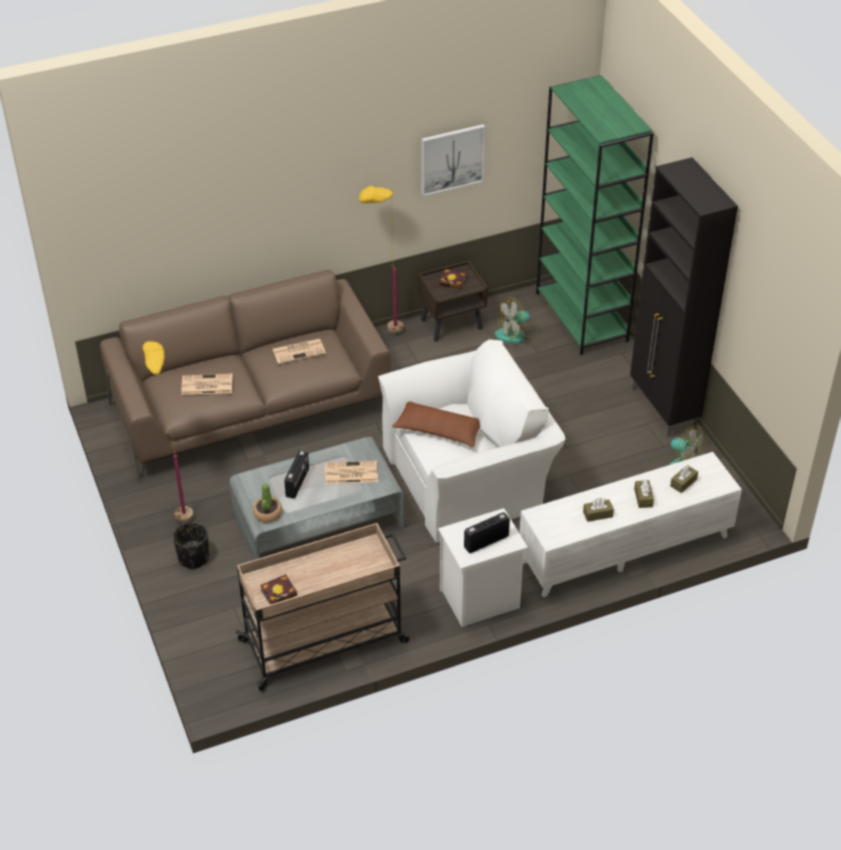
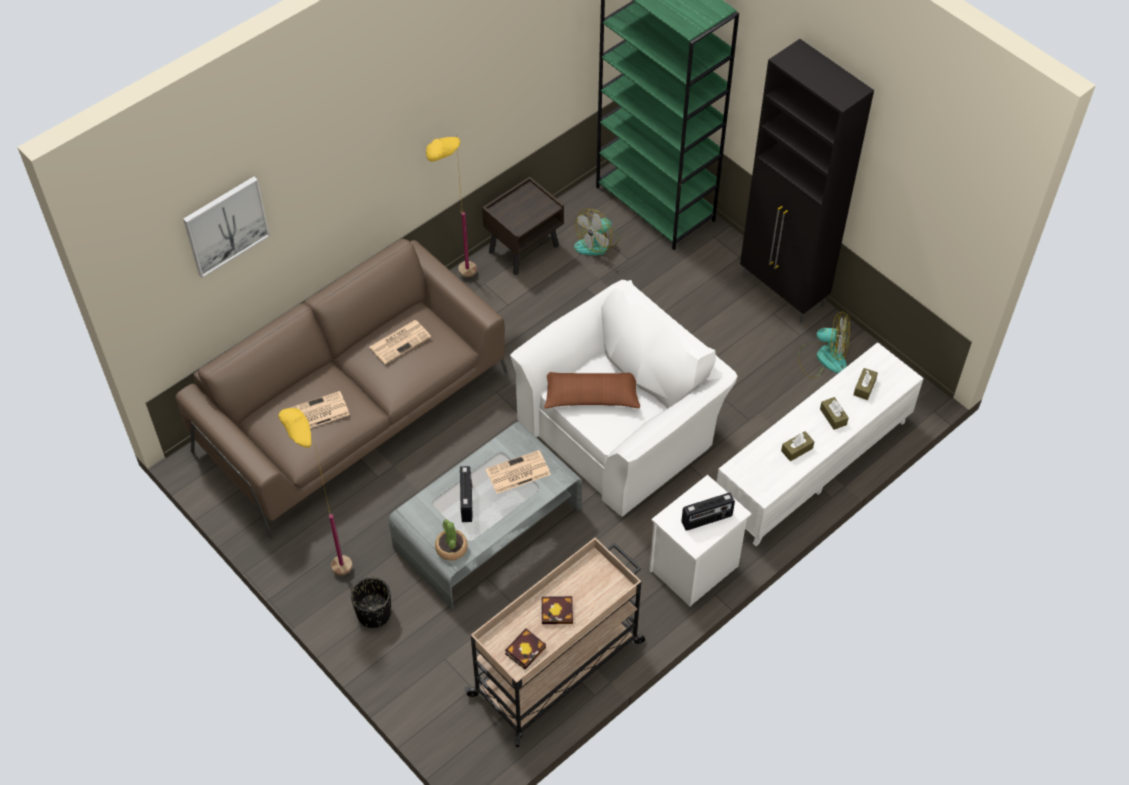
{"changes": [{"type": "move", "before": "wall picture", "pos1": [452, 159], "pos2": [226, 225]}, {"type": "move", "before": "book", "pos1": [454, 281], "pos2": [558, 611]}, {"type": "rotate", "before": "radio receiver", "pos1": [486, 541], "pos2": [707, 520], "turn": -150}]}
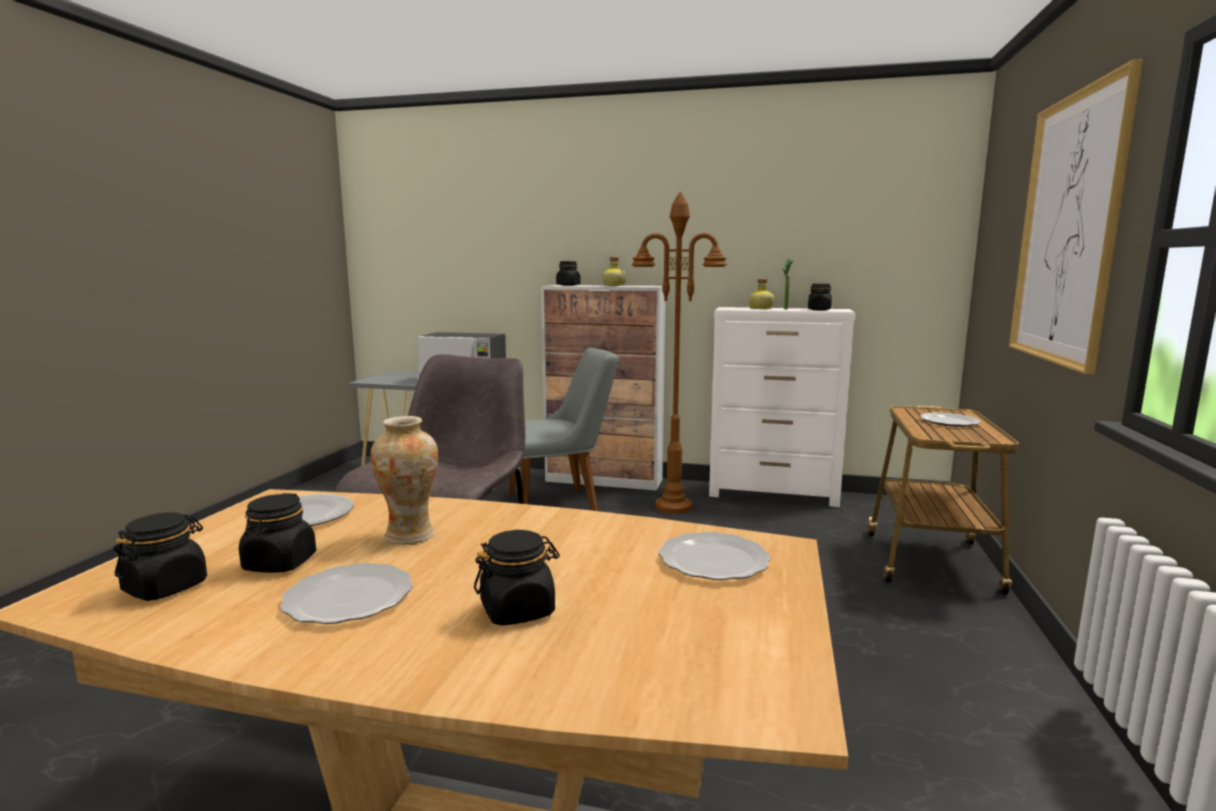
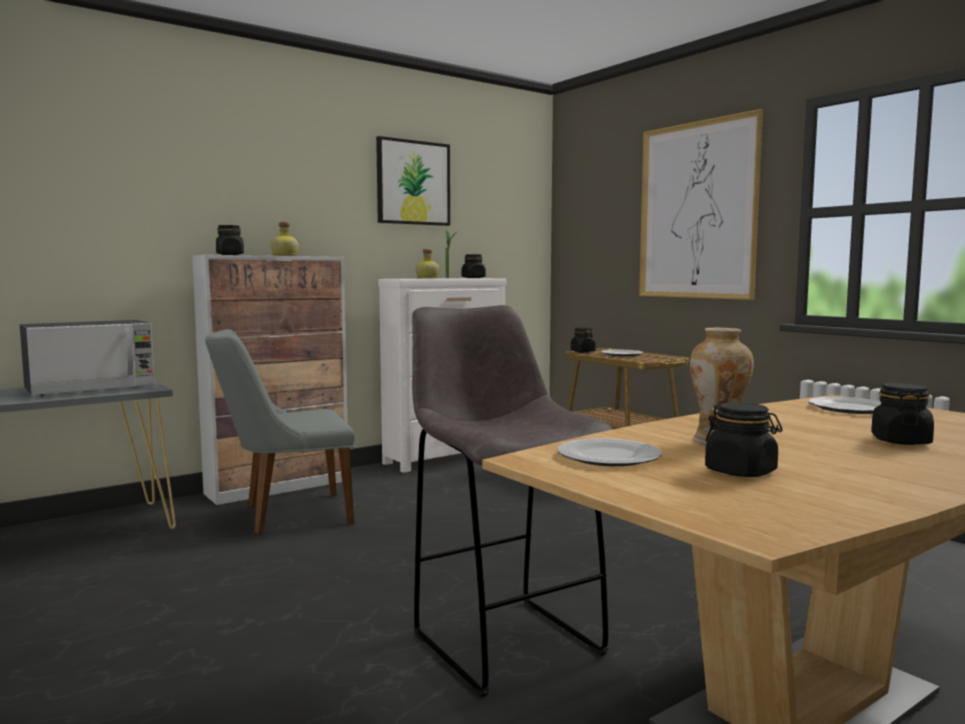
{"changes": [{"type": "delete", "before": "brown floor lamp", "pos1": [674, 507]}, {"type": "rotate", "before": "grey chair", "pos1": [562, 502], "pos2": [286, 514], "turn": -135}, {"type": "move", "before": "blackish preserve jar", "pos1": [166, 587], "pos2": [582, 351]}, {"type": "delete", "before": "plate", "pos1": [347, 598]}, {"type": "insert", "after": "wall picture", "pos2": [413, 183]}]}
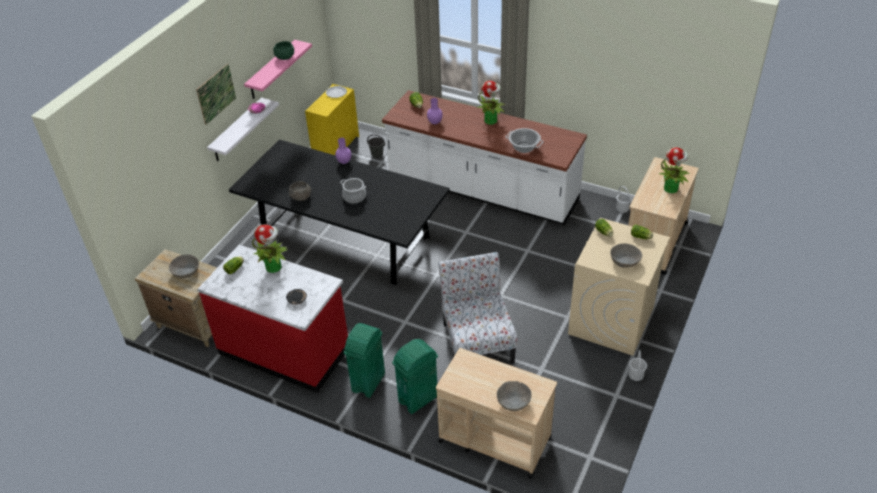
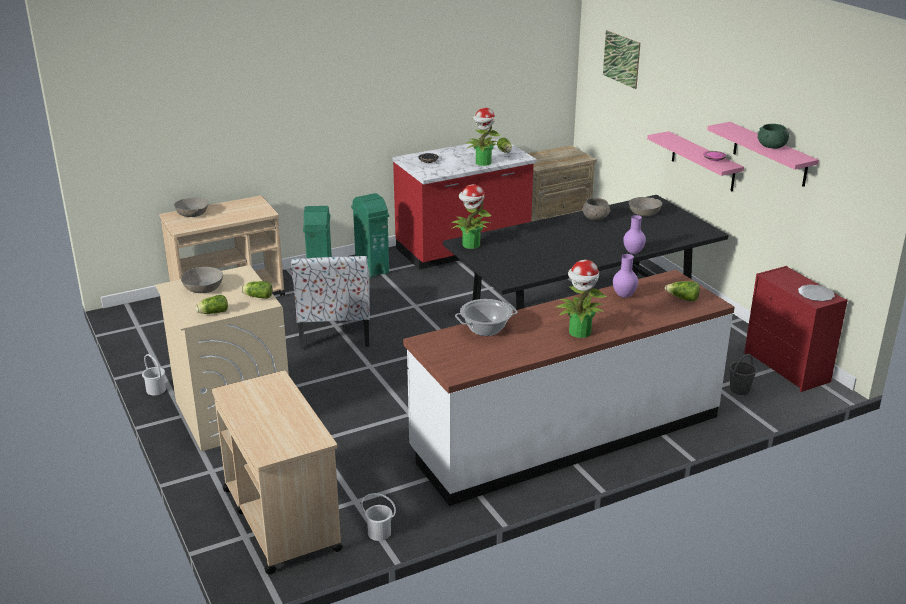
{"changes": [{"type": "move", "before": "wall picture", "pos1": [216, 94], "pos2": [621, 59]}, {"type": "recolor", "before": "yellow dresser", "after": "reddish dresser", "pos1": [336, 147], "pos2": [787, 368]}, {"type": "recolor", "before": "white bracket shelf", "after": "pink-coloured bracket shelf", "pos1": [237, 130], "pos2": [703, 161]}, {"type": "move", "before": "plant in a pot", "pos1": [671, 188], "pos2": [471, 245]}, {"type": "delete", "before": "stockpot", "pos1": [354, 197]}, {"type": "rotate", "before": "chair", "pos1": [477, 341], "pos2": [334, 329], "turn": 60}, {"type": "move", "before": "grey bowl", "pos1": [186, 272], "pos2": [644, 213]}]}
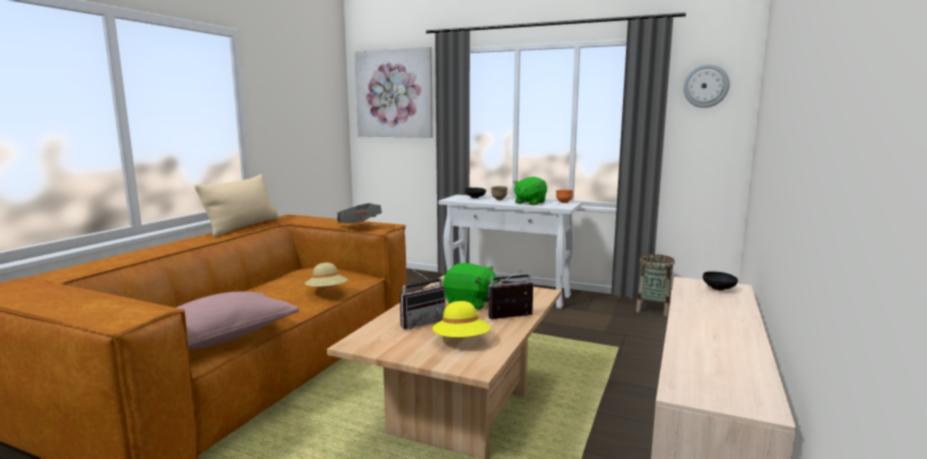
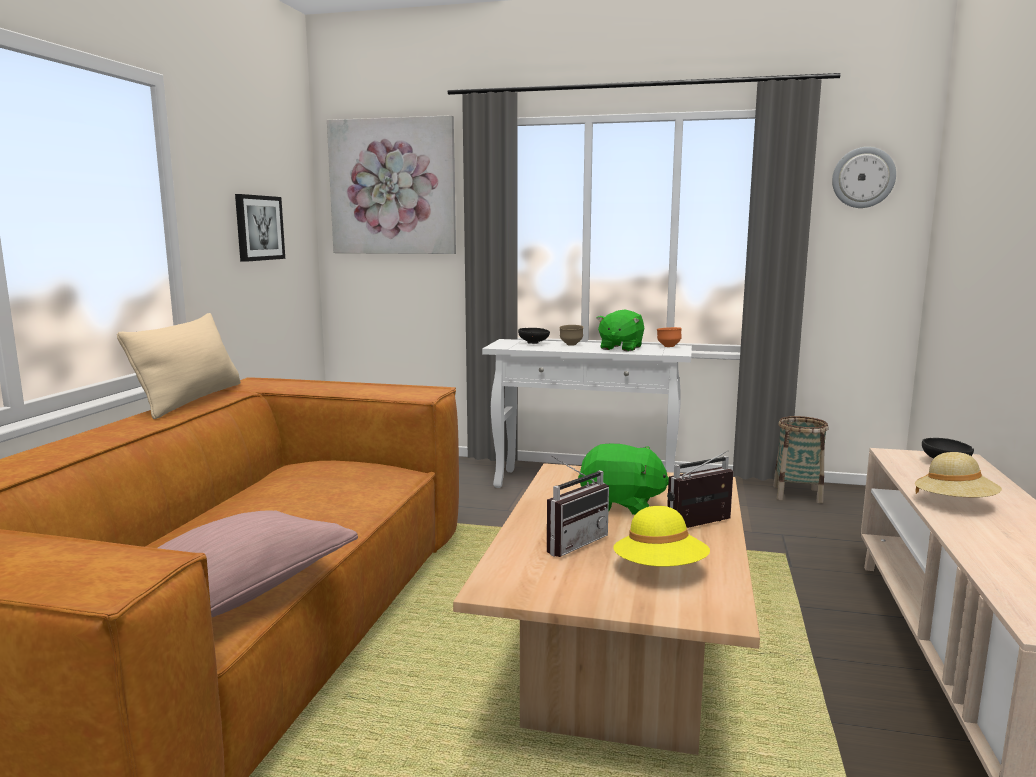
{"changes": [{"type": "delete", "before": "printed paper", "pos1": [359, 227]}, {"type": "move", "before": "beige clothing hat", "pos1": [327, 291], "pos2": [955, 504]}, {"type": "insert", "after": "wall picture", "pos2": [258, 228]}]}
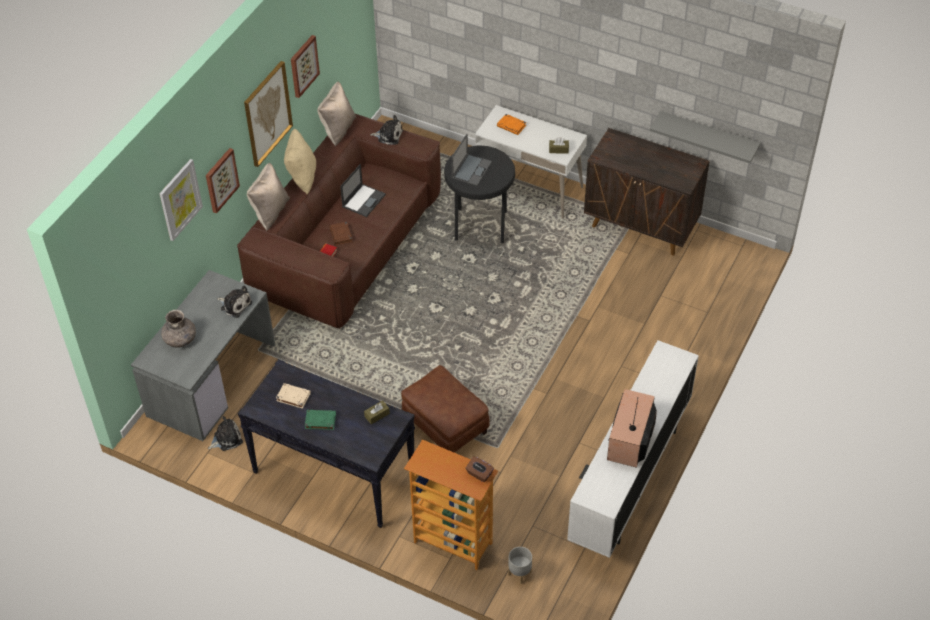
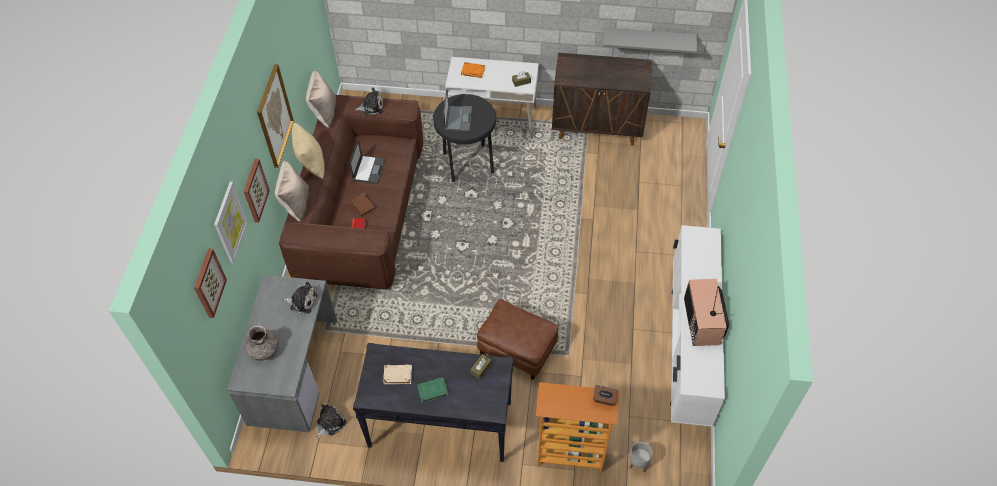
{"changes": [{"type": "move", "before": "wall picture", "pos1": [303, 66], "pos2": [208, 283]}]}
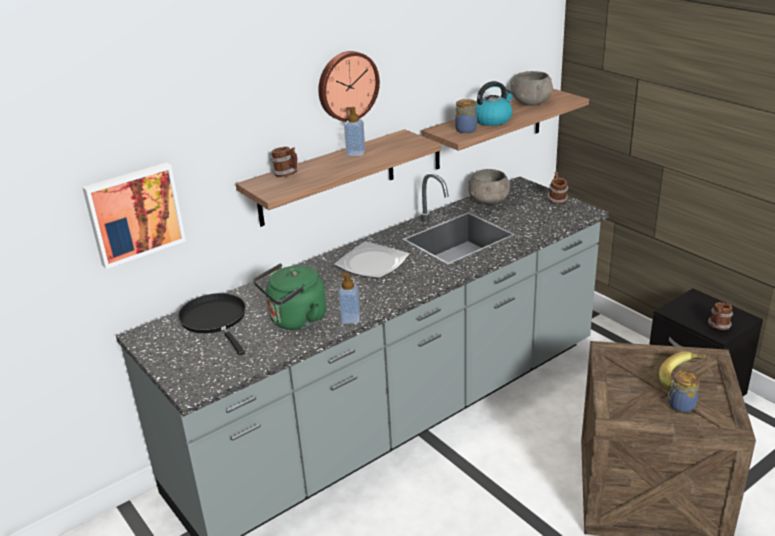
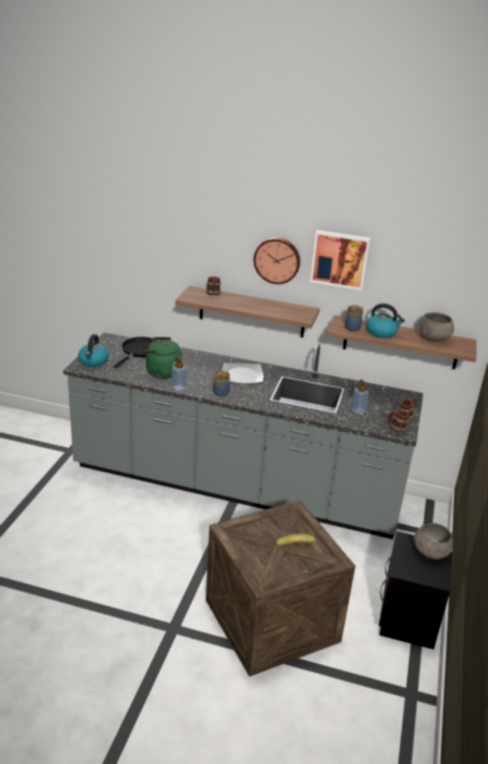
{"changes": [{"type": "move", "before": "soap bottle", "pos1": [355, 153], "pos2": [358, 410]}, {"type": "move", "before": "wall picture", "pos1": [134, 213], "pos2": [340, 259]}, {"type": "move", "before": "grey bowl", "pos1": [488, 201], "pos2": [430, 552]}, {"type": "move", "before": "tea mug", "pos1": [718, 327], "pos2": [396, 428]}, {"type": "move", "before": "preserve jar", "pos1": [680, 405], "pos2": [220, 392]}, {"type": "insert", "after": "tea kettle", "pos2": [93, 361]}]}
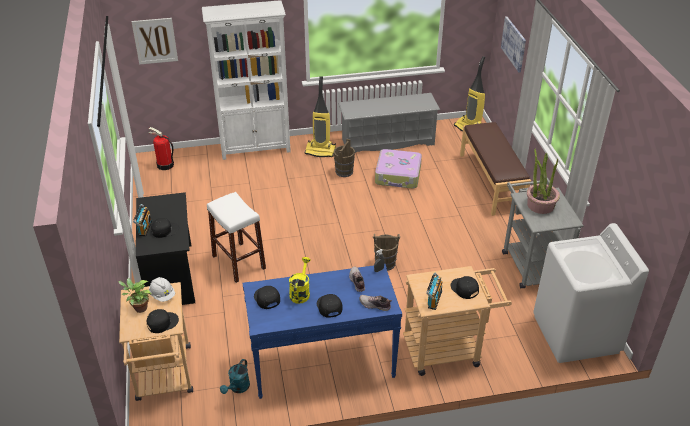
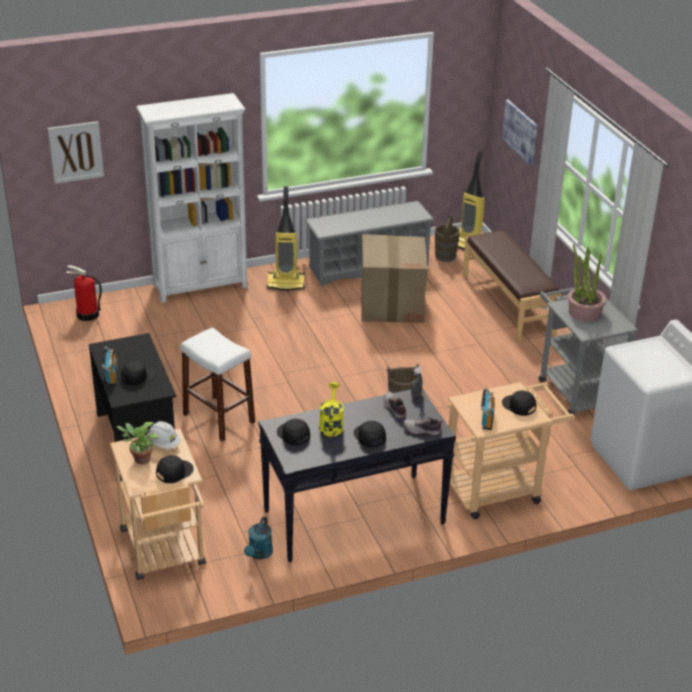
{"changes": [{"type": "move", "before": "brown water bucket", "pos1": [344, 171], "pos2": [445, 256]}, {"type": "replace", "before": "piece of luggage", "after": "cardboard box", "pos1": [398, 175], "pos2": [392, 304]}, {"type": "recolor", "before": "blue narrow table", "after": "blackish narrow table", "pos1": [322, 363], "pos2": [353, 517]}]}
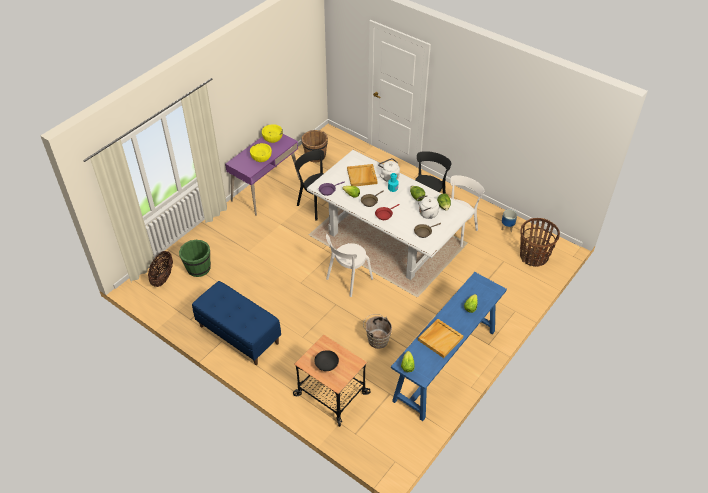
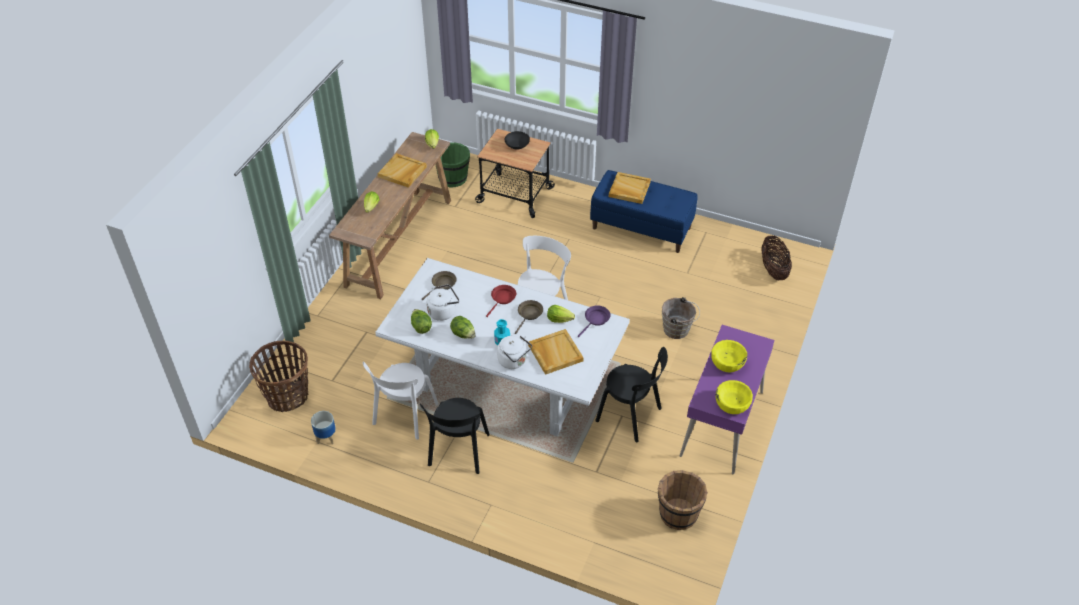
{"changes": [{"type": "move", "before": "green-coloured water bucket", "pos1": [198, 268], "pos2": [453, 178]}, {"type": "recolor", "before": "blue narrow table", "after": "brown narrow table", "pos1": [444, 365], "pos2": [399, 241]}, {"type": "move", "before": "brown water bucket", "pos1": [376, 339], "pos2": [678, 330]}, {"type": "insert", "after": "beige tray", "pos2": [629, 189]}]}
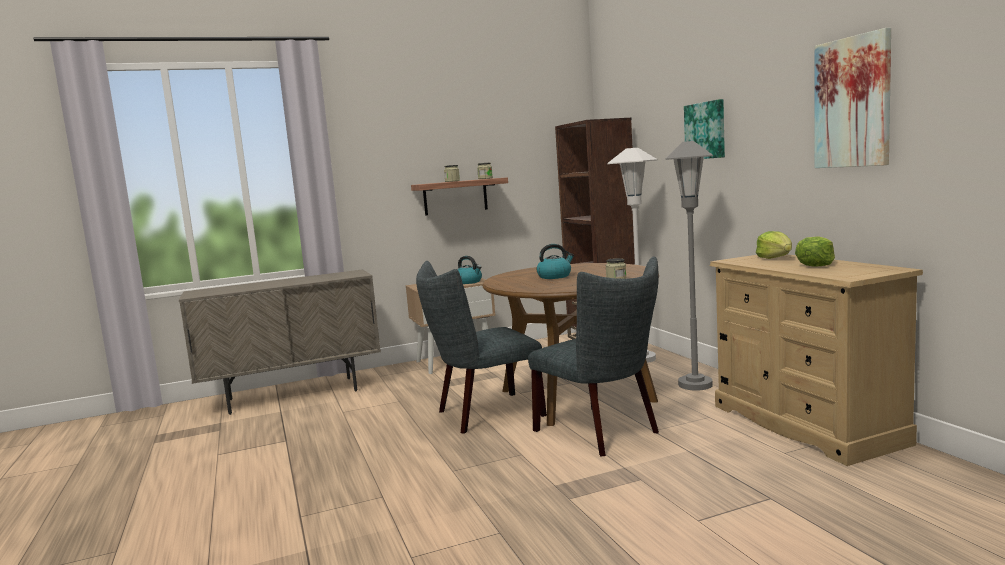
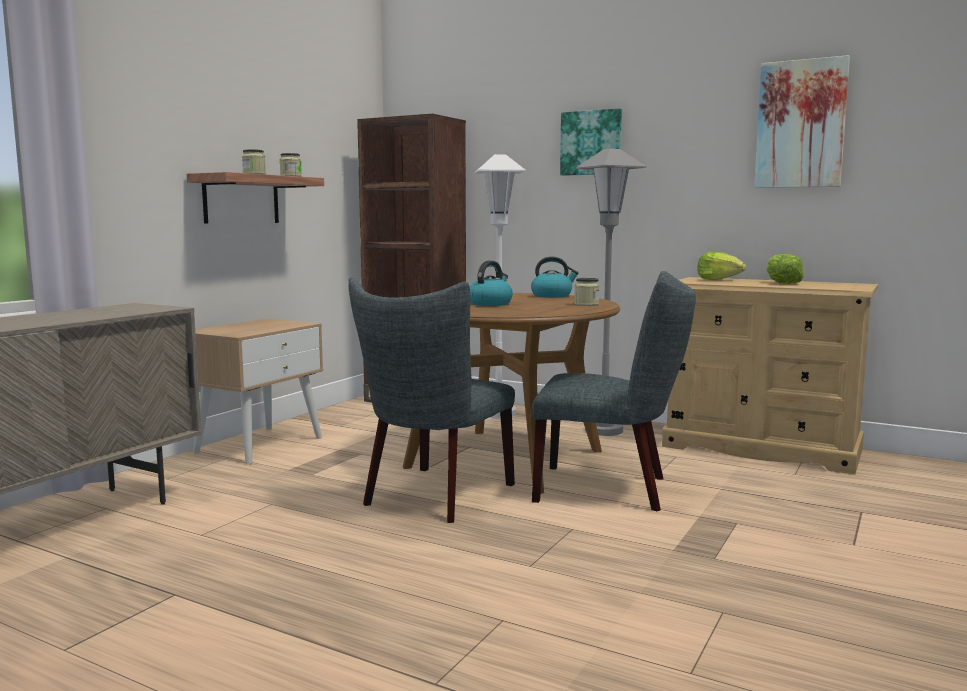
{"changes": [{"type": "move", "before": "tea kettle", "pos1": [469, 282], "pos2": [552, 296]}]}
